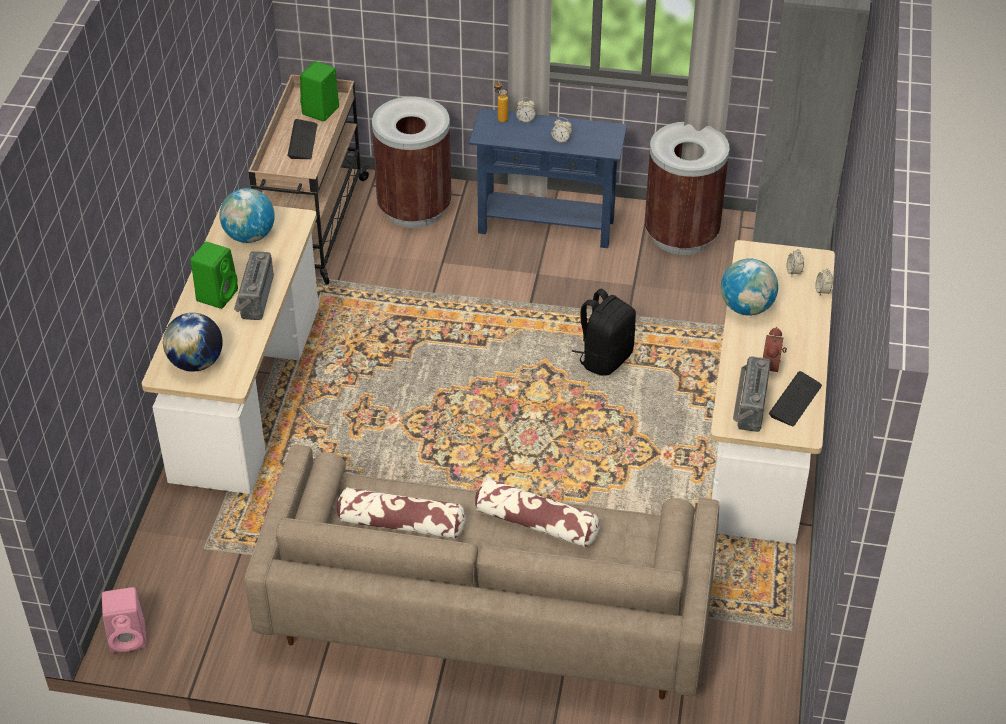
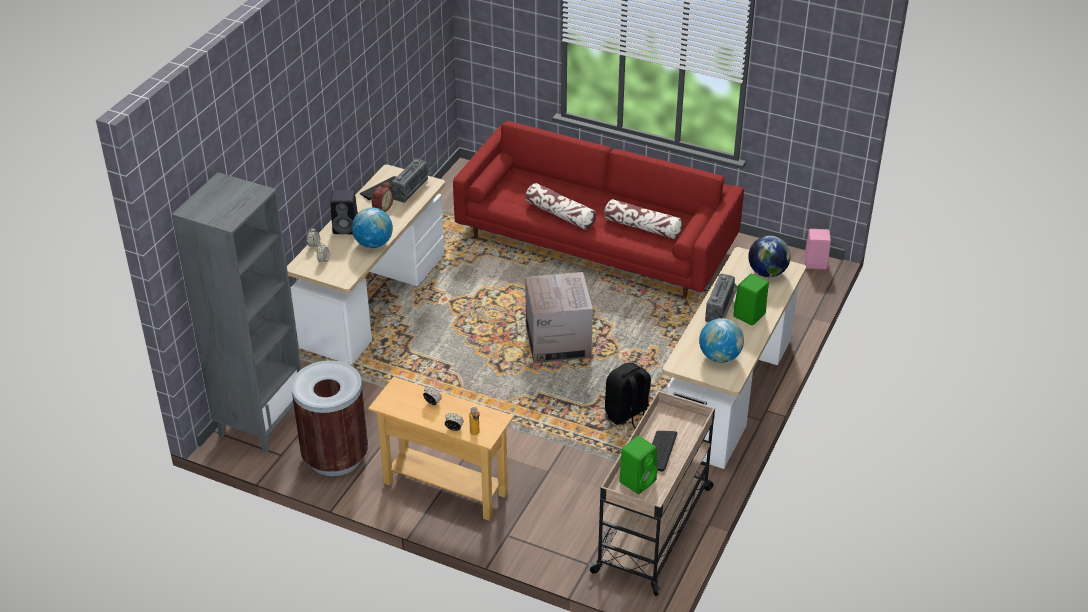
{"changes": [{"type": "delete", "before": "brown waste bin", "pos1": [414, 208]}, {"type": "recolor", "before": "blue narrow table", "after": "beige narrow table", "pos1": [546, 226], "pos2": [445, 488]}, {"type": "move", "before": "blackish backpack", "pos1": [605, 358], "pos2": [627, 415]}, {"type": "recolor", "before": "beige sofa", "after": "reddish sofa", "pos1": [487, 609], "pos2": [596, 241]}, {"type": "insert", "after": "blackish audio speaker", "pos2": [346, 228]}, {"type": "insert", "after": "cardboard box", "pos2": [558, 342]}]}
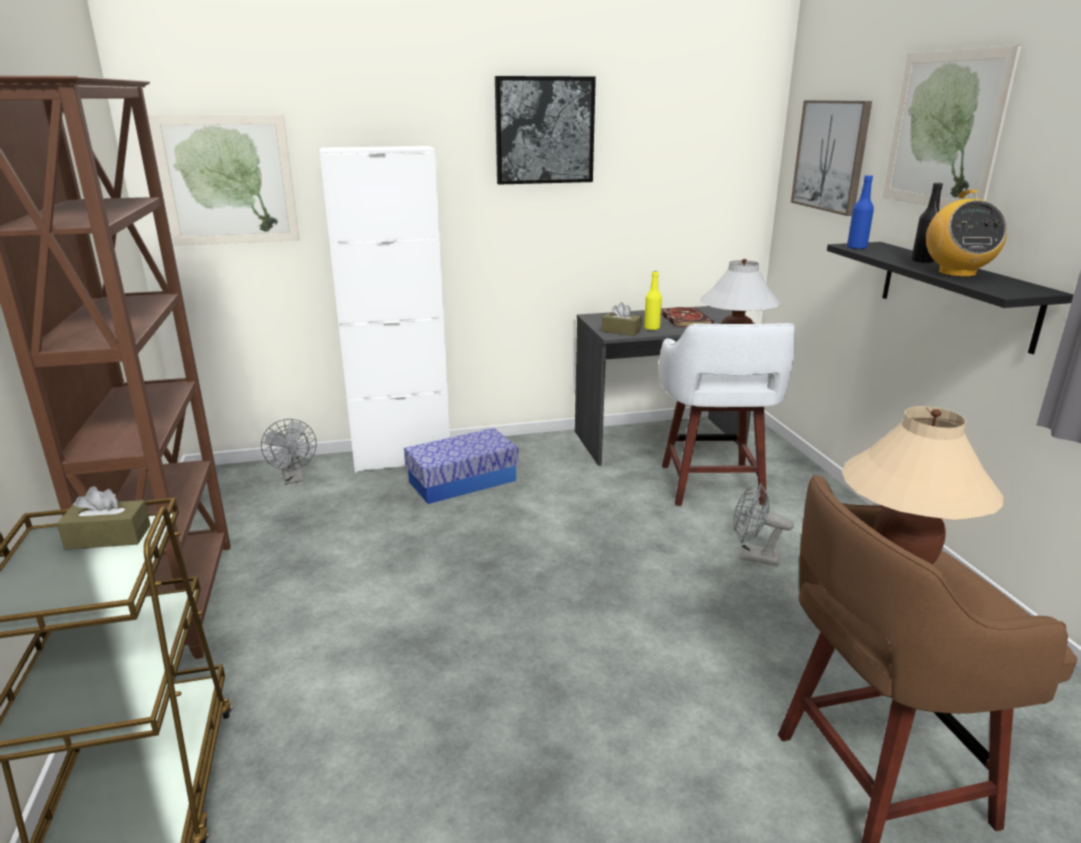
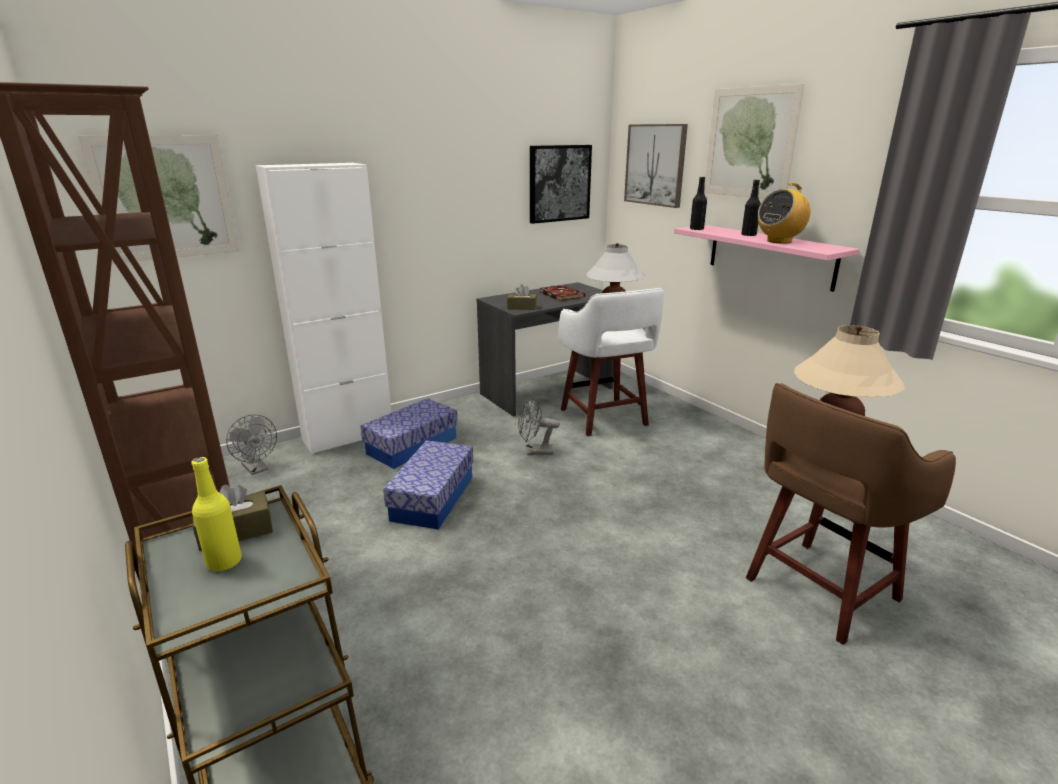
{"changes": [{"type": "move", "before": "wall picture", "pos1": [544, 130], "pos2": [559, 183]}, {"type": "recolor", "before": "blue bottle", "after": "blackish bottle", "pos1": [856, 247], "pos2": [696, 229]}, {"type": "rotate", "before": "radio receiver", "pos1": [956, 273], "pos2": [779, 241], "turn": 75}, {"type": "recolor", "before": "blackish bracket shelf", "after": "pink-coloured bracket shelf", "pos1": [956, 293], "pos2": [770, 256]}, {"type": "move", "before": "yellow bottle", "pos1": [651, 328], "pos2": [224, 562]}, {"type": "move", "before": "grey electric fan", "pos1": [753, 557], "pos2": [535, 451]}, {"type": "insert", "after": "storage container", "pos2": [433, 498]}]}
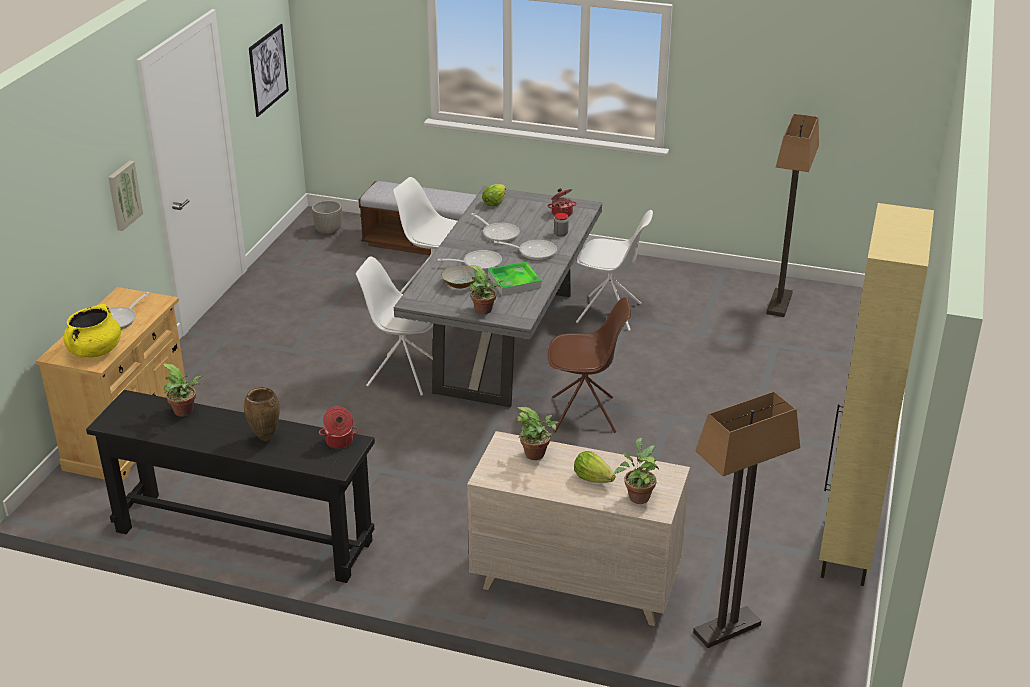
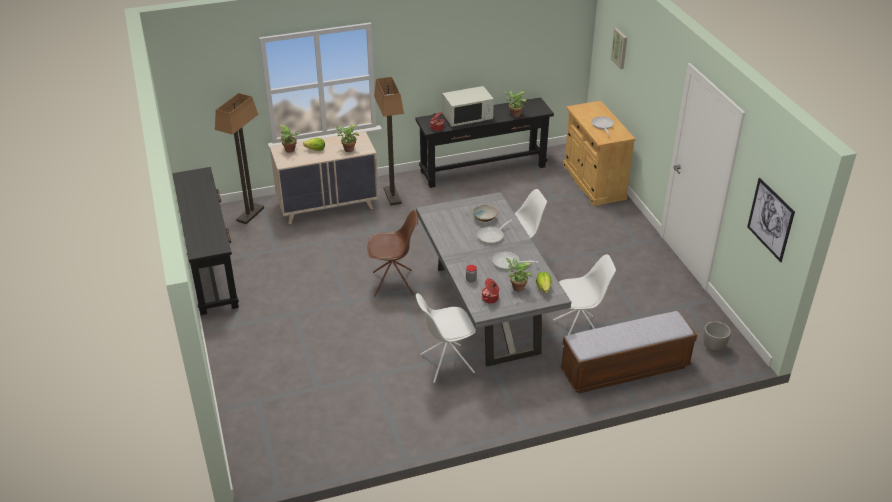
{"changes": [{"type": "move", "before": "floor lamp", "pos1": [779, 304], "pos2": [392, 196]}, {"type": "move", "before": "wall picture", "pos1": [123, 195], "pos2": [620, 48]}, {"type": "replace", "before": "beige storage cabinet", "after": "blackish narrow table", "pos1": [846, 550], "pos2": [210, 267]}, {"type": "delete", "before": "pan", "pos1": [534, 252]}, {"type": "delete", "before": "tray", "pos1": [514, 281]}, {"type": "move", "before": "plant in a pot", "pos1": [485, 311], "pos2": [516, 288]}, {"type": "rotate", "before": "brown chair", "pos1": [585, 415], "pos2": [394, 283], "turn": -150}, {"type": "delete", "before": "yellow stockpot", "pos1": [95, 351]}, {"type": "replace", "before": "brown flower vase", "after": "white kitchen microwave", "pos1": [264, 439], "pos2": [467, 118]}]}
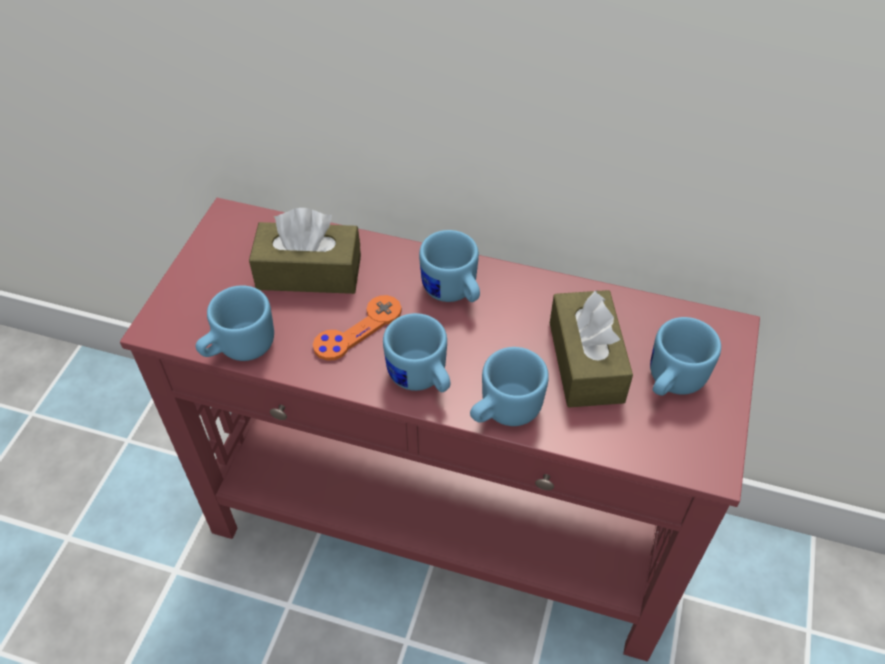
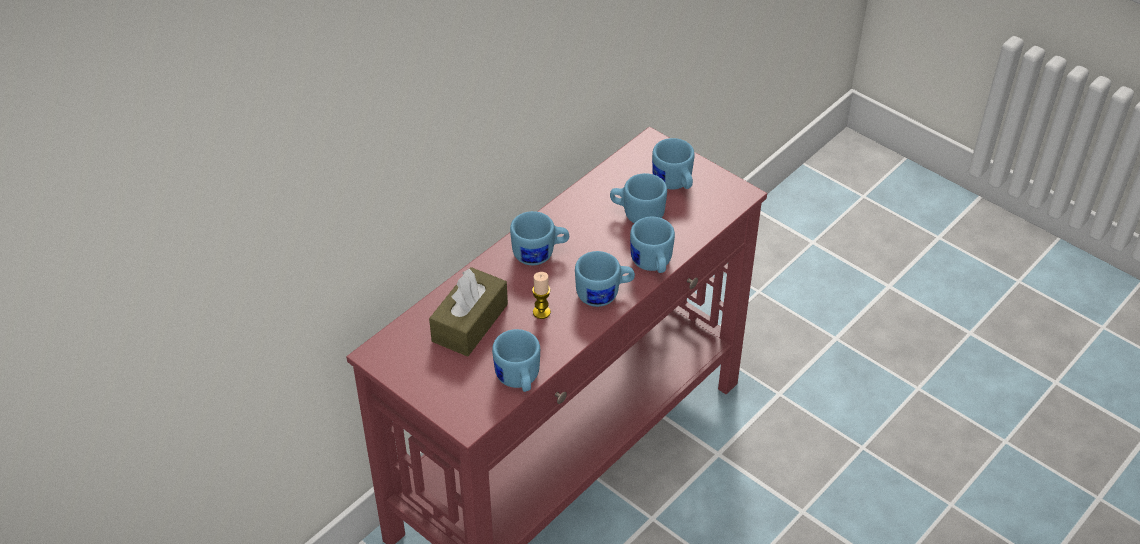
{"changes": [{"type": "replace", "before": "brown tissue holder", "after": "blue tea mug", "pos1": [586, 362], "pos2": [637, 214]}, {"type": "replace", "before": "orange-coloured joypad", "after": "candle", "pos1": [358, 329], "pos2": [541, 312]}]}
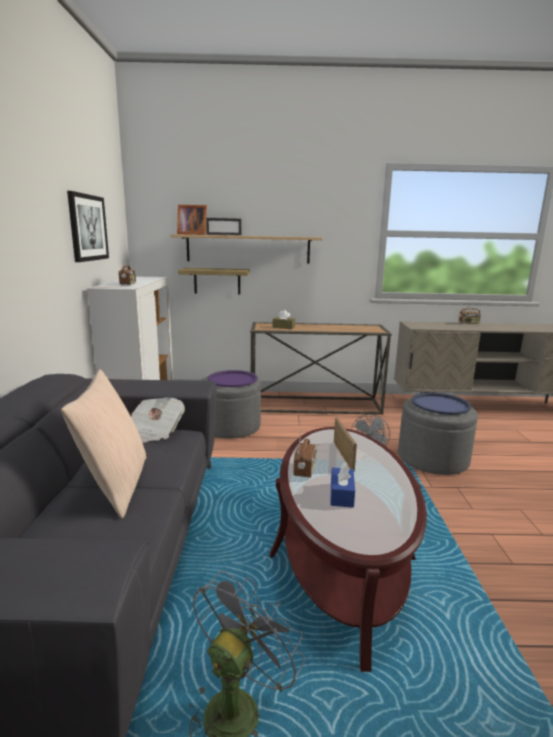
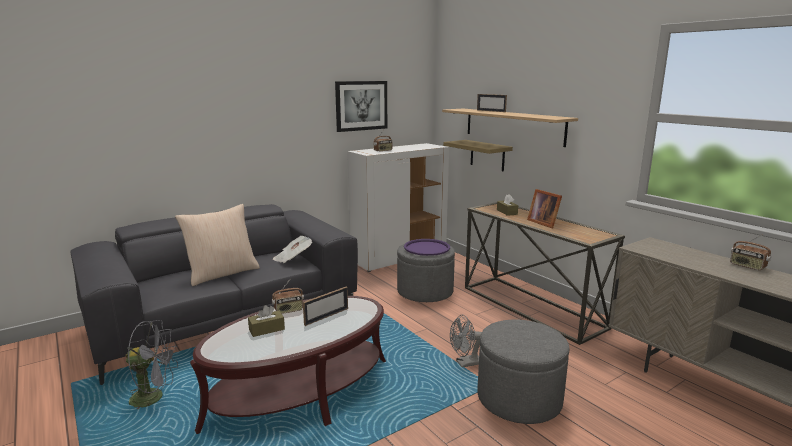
{"changes": [{"type": "move", "before": "picture frame", "pos1": [191, 234], "pos2": [543, 223]}, {"type": "delete", "before": "blue tray", "pos1": [440, 404]}, {"type": "recolor", "before": "blue tissue holder", "after": "brown tissue holder", "pos1": [341, 494], "pos2": [266, 329]}]}
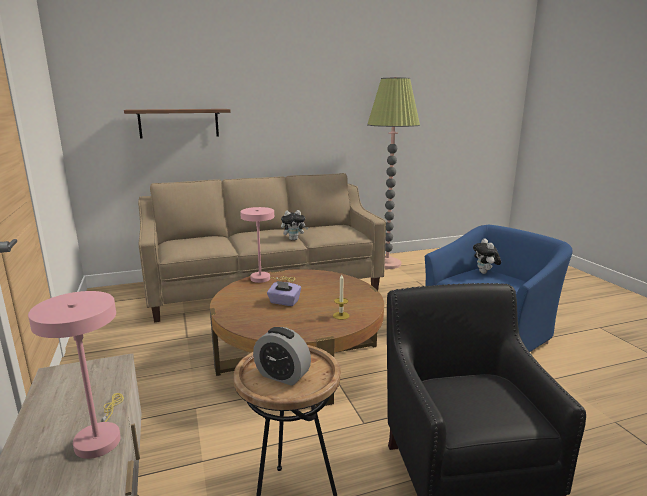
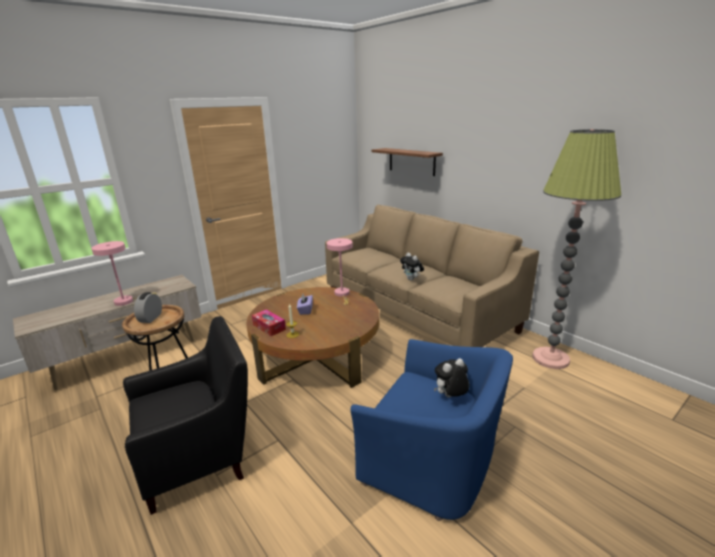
{"changes": [{"type": "insert", "after": "tissue holder", "pos2": [269, 327]}]}
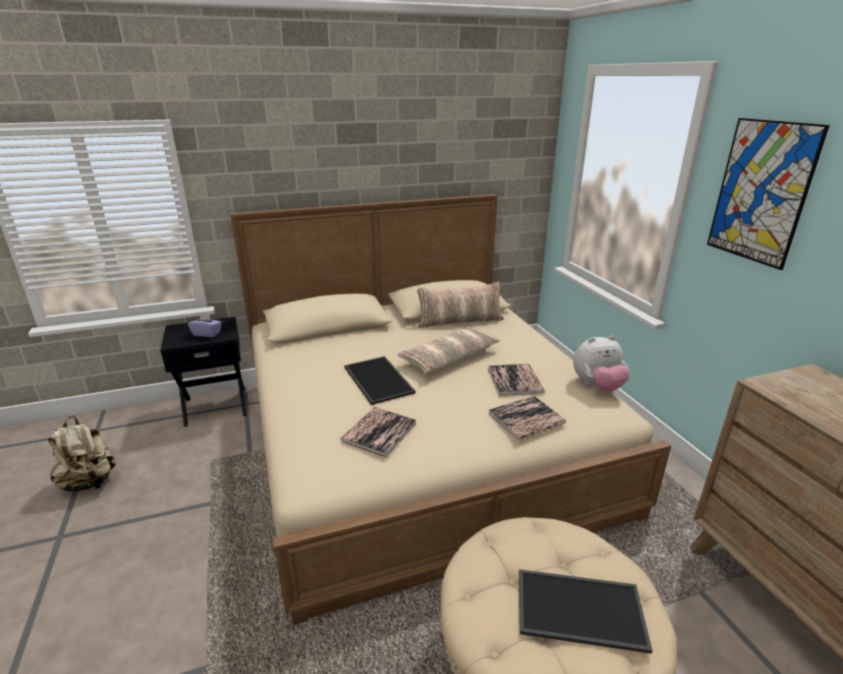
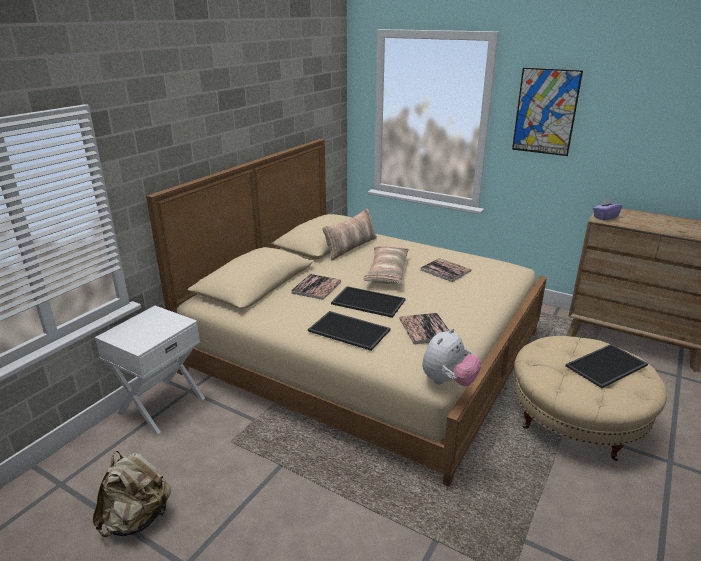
{"changes": [{"type": "move", "before": "purplish tissue holder", "pos1": [207, 334], "pos2": [605, 217]}, {"type": "recolor", "before": "blackish nightstand", "after": "white nightstand", "pos1": [216, 405], "pos2": [161, 405]}, {"type": "move", "before": "plush toy", "pos1": [597, 386], "pos2": [448, 382]}, {"type": "move", "before": "book", "pos1": [526, 418], "pos2": [316, 287]}, {"type": "insert", "after": "tray", "pos2": [350, 330]}]}
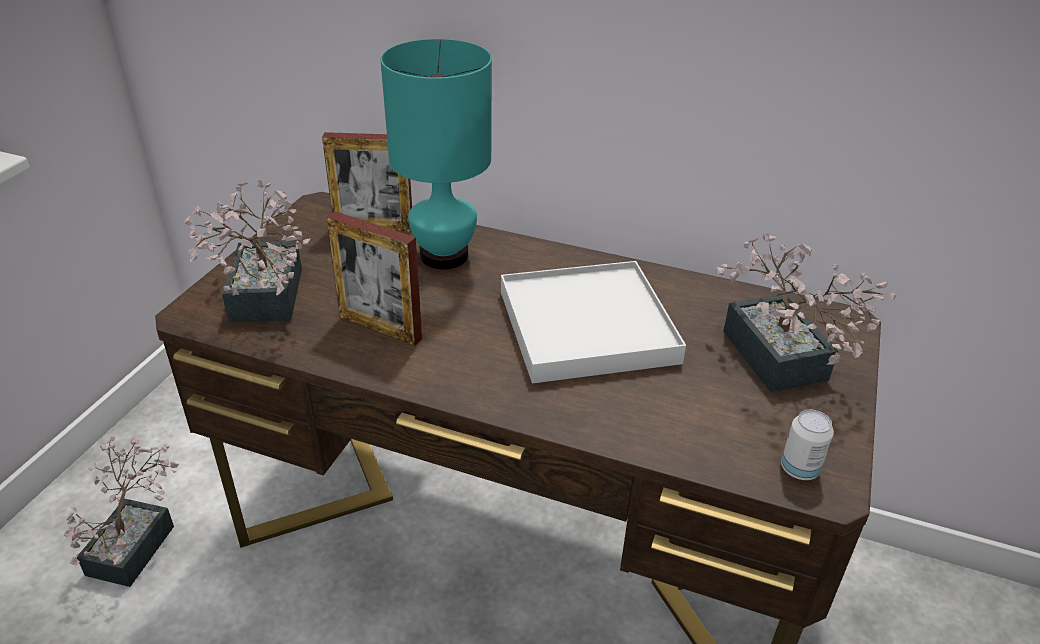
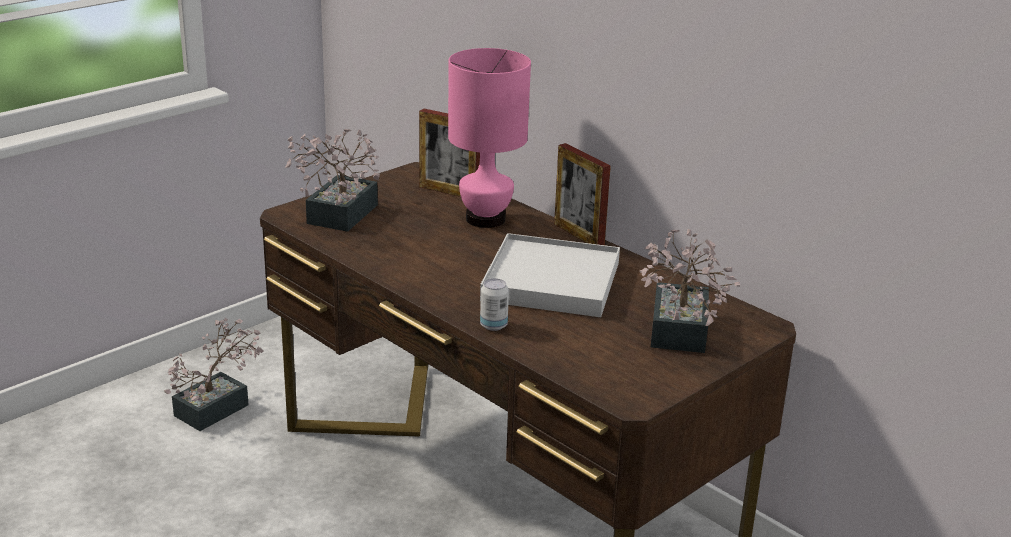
{"changes": [{"type": "recolor", "before": "turquoise lamp for a table", "after": "pink-coloured lamp for a table", "pos1": [443, 255], "pos2": [484, 219]}, {"type": "move", "before": "picture frame", "pos1": [380, 328], "pos2": [578, 235]}, {"type": "move", "before": "metal can", "pos1": [799, 469], "pos2": [493, 325]}]}
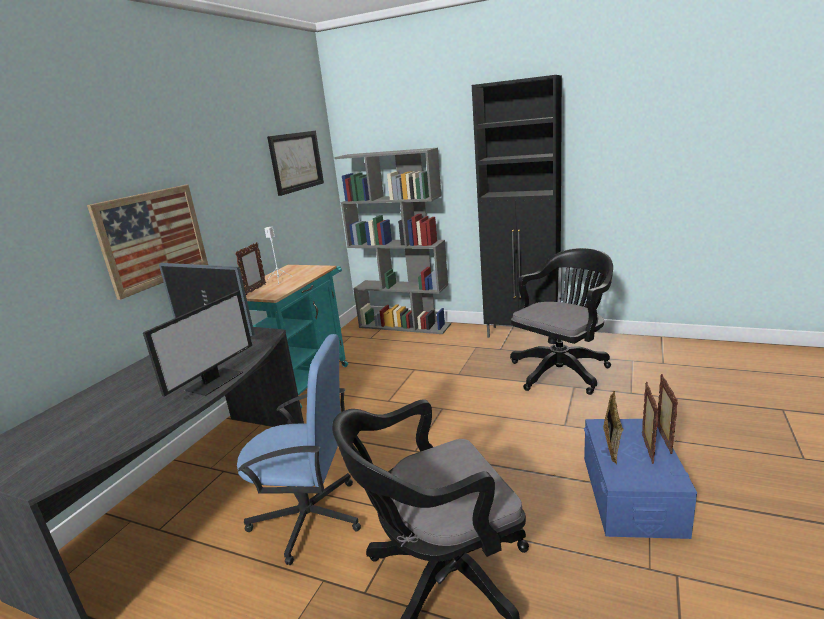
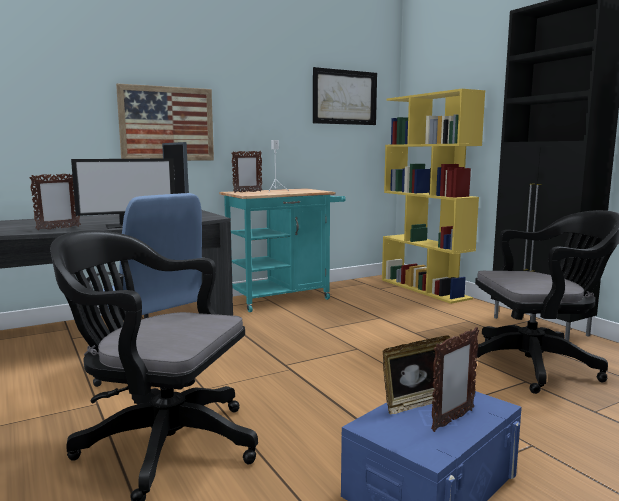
{"changes": [{"type": "recolor", "before": "grey bookcase", "after": "yellow bookcase", "pos1": [405, 325], "pos2": [425, 289]}, {"type": "move", "before": "picture frame", "pos1": [663, 440], "pos2": [58, 228]}]}
